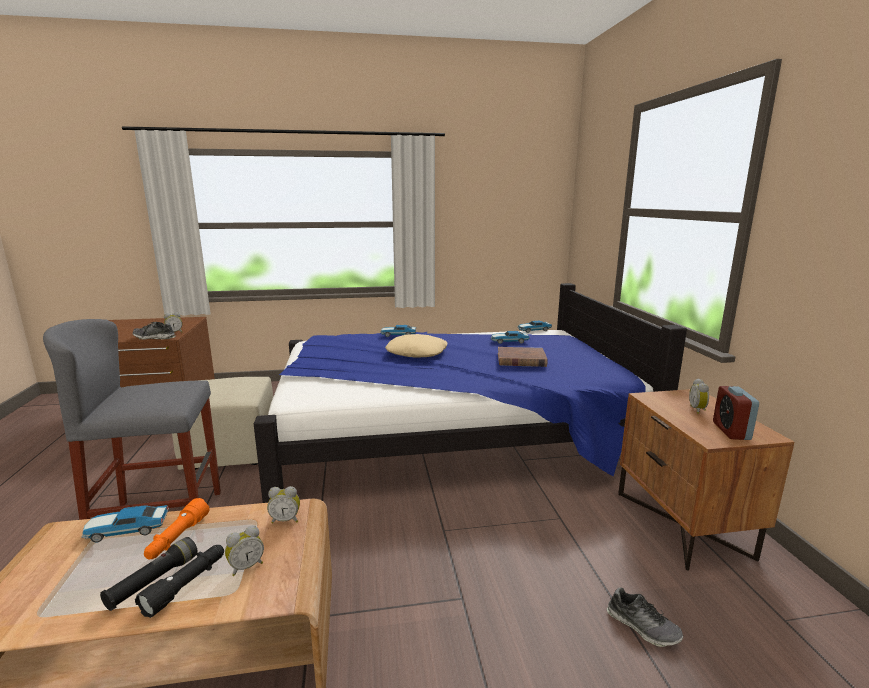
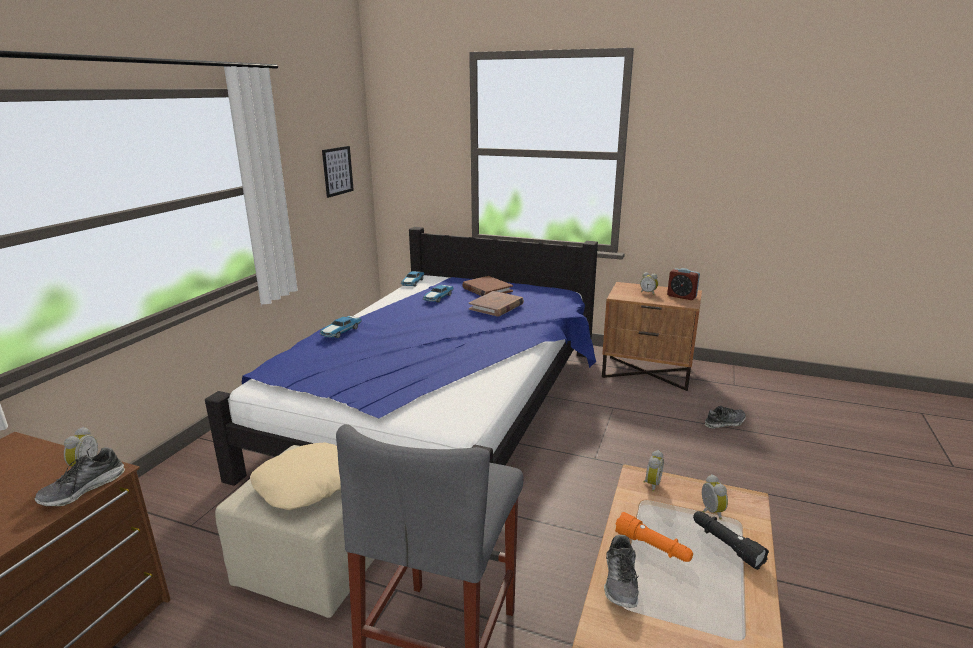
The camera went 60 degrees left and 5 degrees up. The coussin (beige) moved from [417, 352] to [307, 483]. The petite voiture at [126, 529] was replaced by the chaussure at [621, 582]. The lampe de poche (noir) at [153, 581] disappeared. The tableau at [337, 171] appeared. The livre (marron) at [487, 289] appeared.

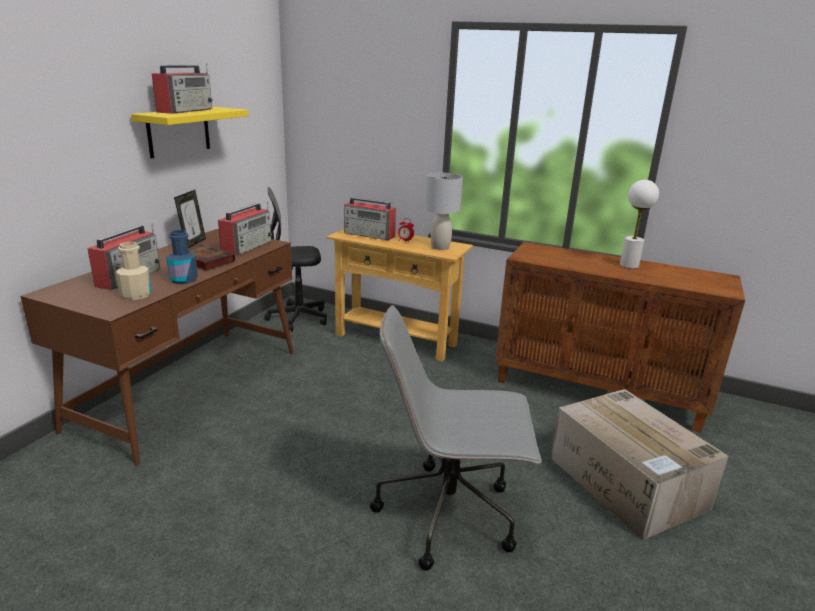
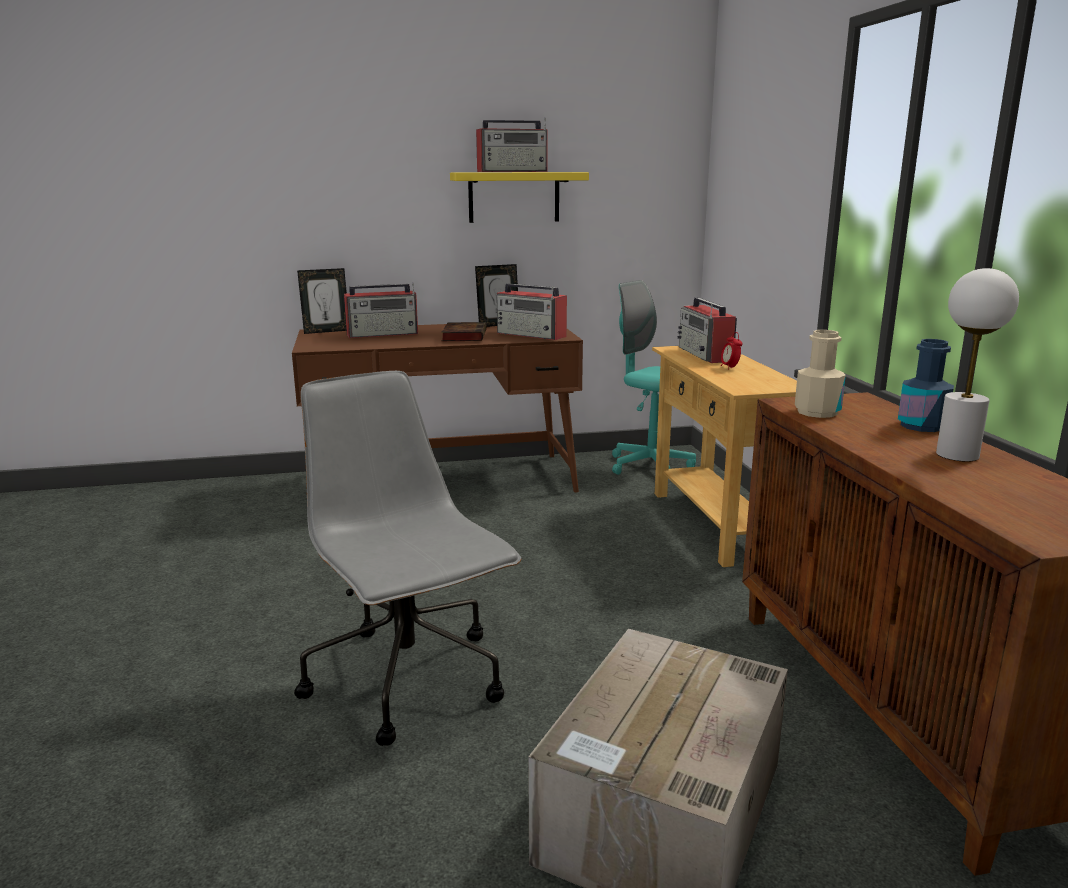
The camera went 55 degrees right and 5 degrees down. The lampe de table (gris) at [440, 247] disappeared. The chaise de bureau (noir) at [298, 318] became the chaise de bureau (turquoise) at [649, 466]. The radio at [247, 247] turned 45 degrees clockwise. The bouteille (bleu) moved from [183, 280] to [921, 426]. The bouteille (beige) moved from [136, 295] to [817, 412]. The cadre photo at [326, 331] appeared.

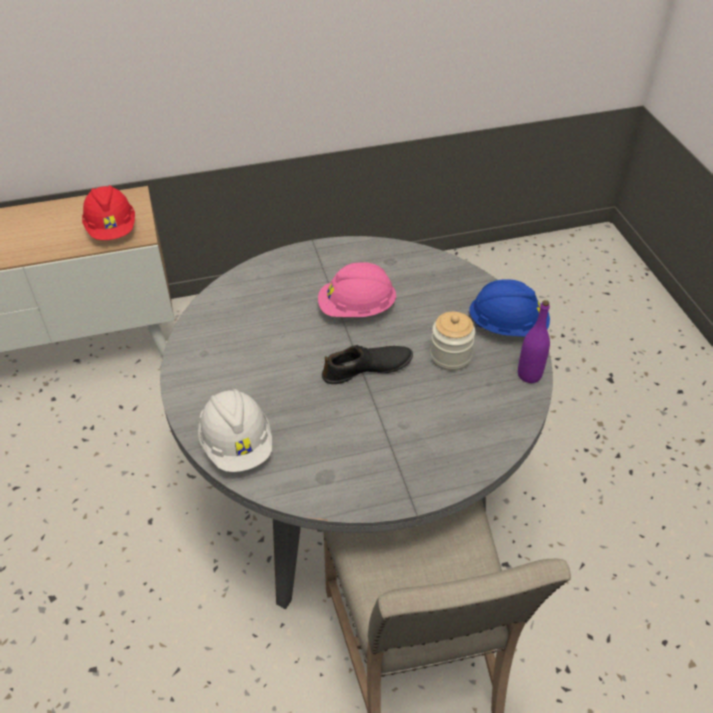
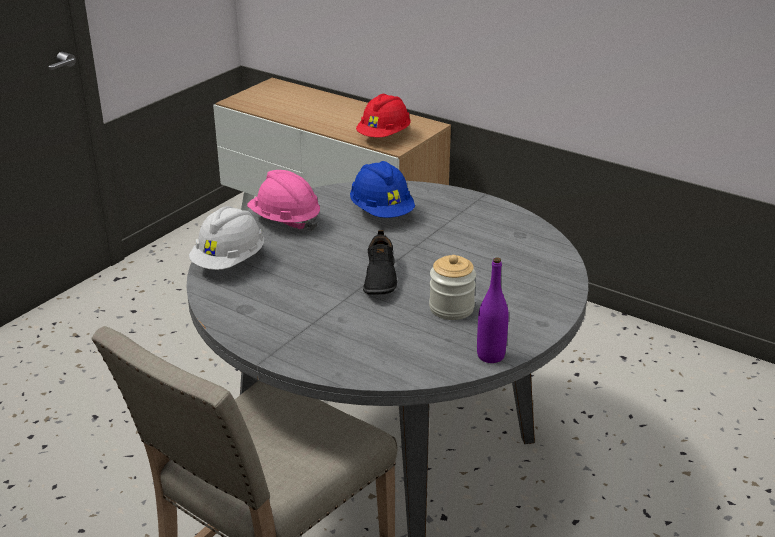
The camera went 50 degrees right and 15 degrees down. The casque de chantier (rose) moved from [357, 309] to [285, 221]. The casque de chantier (bleu) moved from [507, 326] to [382, 212]. The chaussure (noir) at [367, 369] turned 60 degrees clockwise.

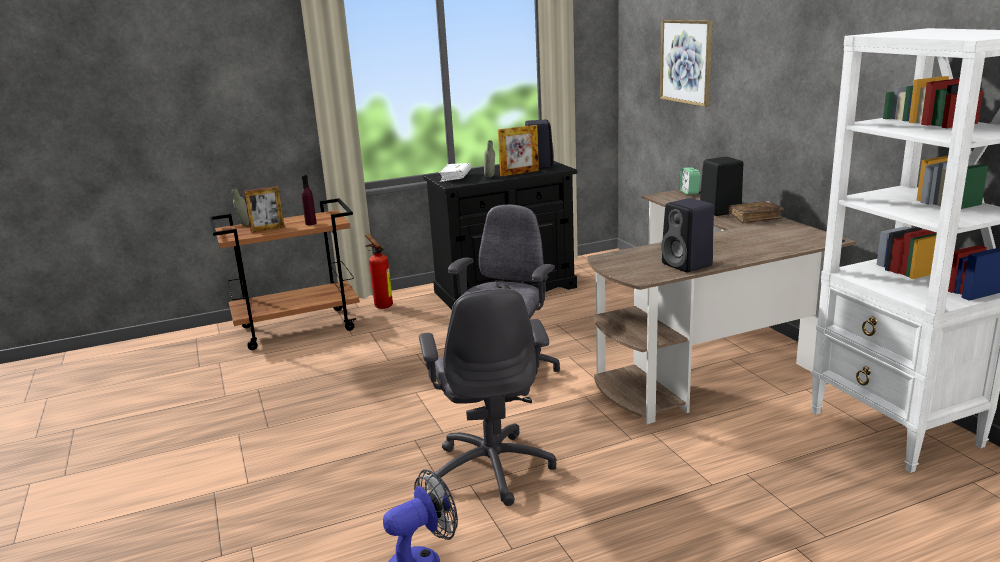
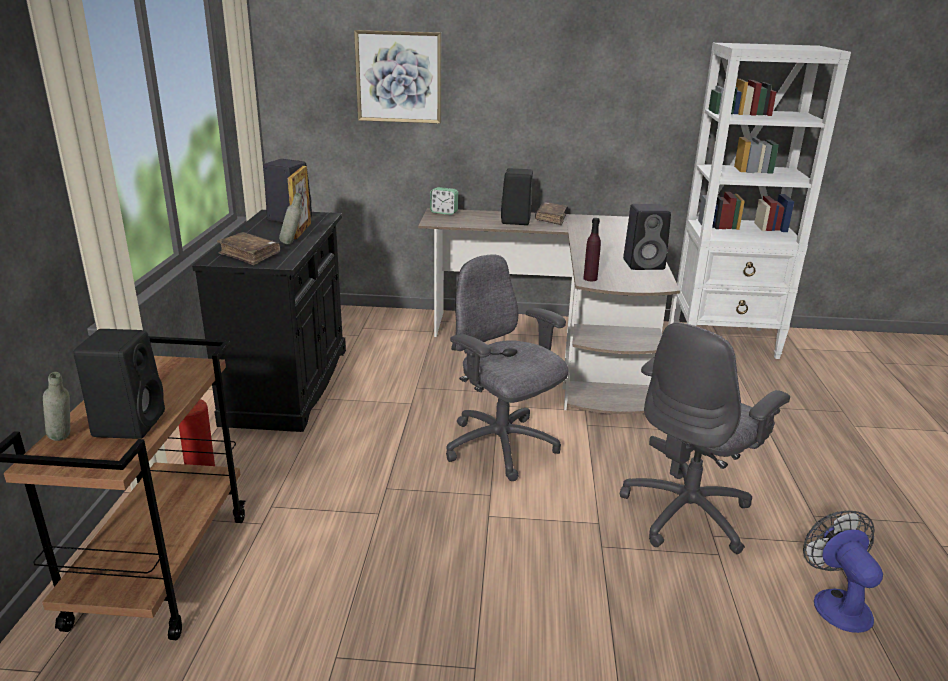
The camera went 65 degrees left and 5 degrees up. The livre (blanc) at [455, 177] became the livre (marron) at [249, 255]. The bouteille (violet) moved from [311, 223] to [590, 279]. The cadre photo at [267, 229] was replaced by the enceinte (noir) at [130, 423]. The chaise de bureau (gris) at [492, 468] turned 120 degrees clockwise.

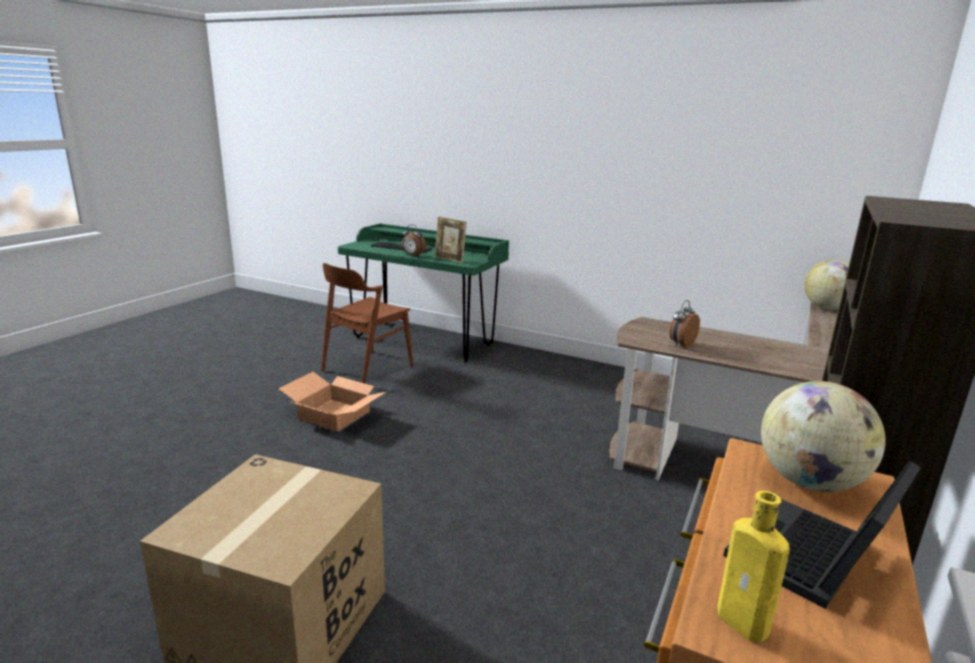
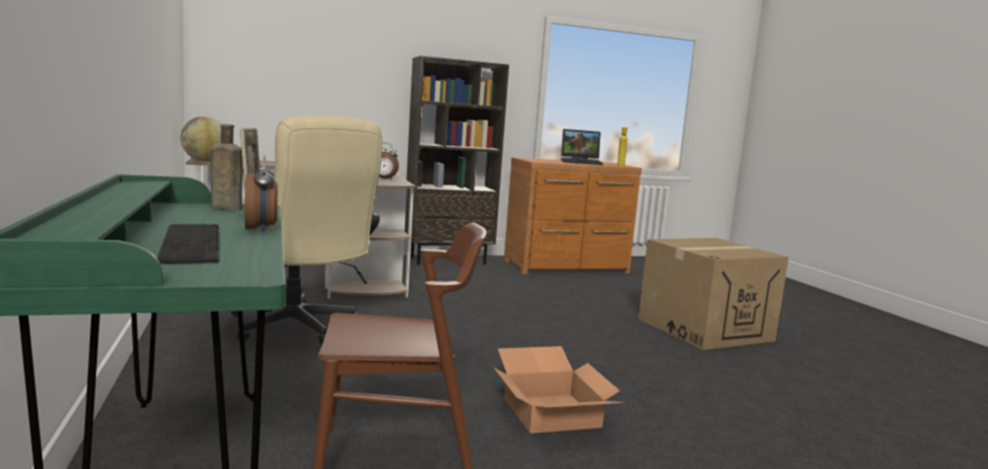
The camera went 135 degrees left and 10 degrees down. The globe at [809, 482] disappeared. The chaise de bureau (beige) at [299, 329] appeared. The bouteille (marron) at [224, 208] appeared.

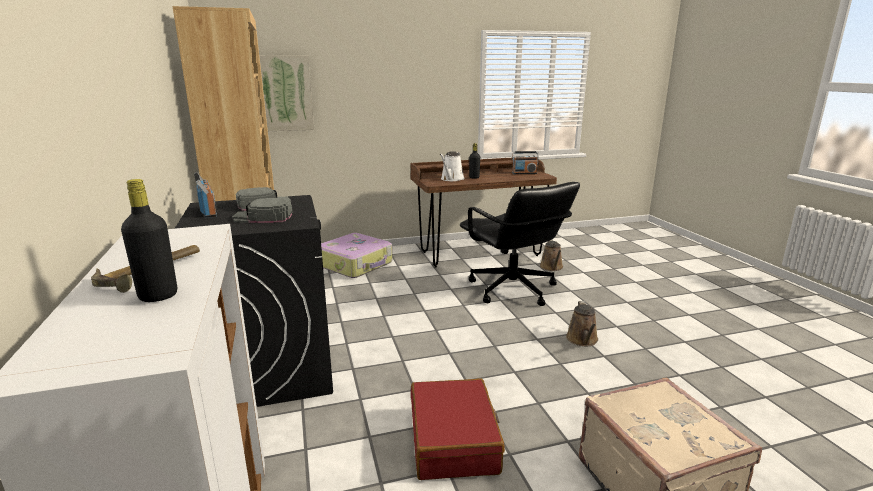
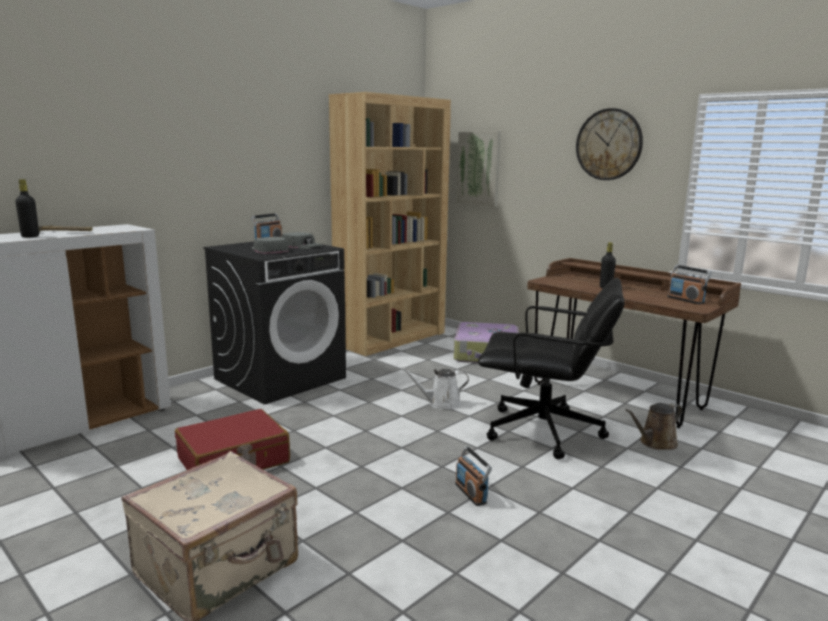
The camera went 60 degrees right and 5 degrees down. The arrosoir (blanc) moved from [451, 179] to [441, 404]. The chaise de bureau (noir) at [512, 290] turned 105 degrees counterclockwise. The arrosoir (marron) at [582, 340] was replaced by the radio at [471, 493]. The horloge murale at [609, 144] appeared.

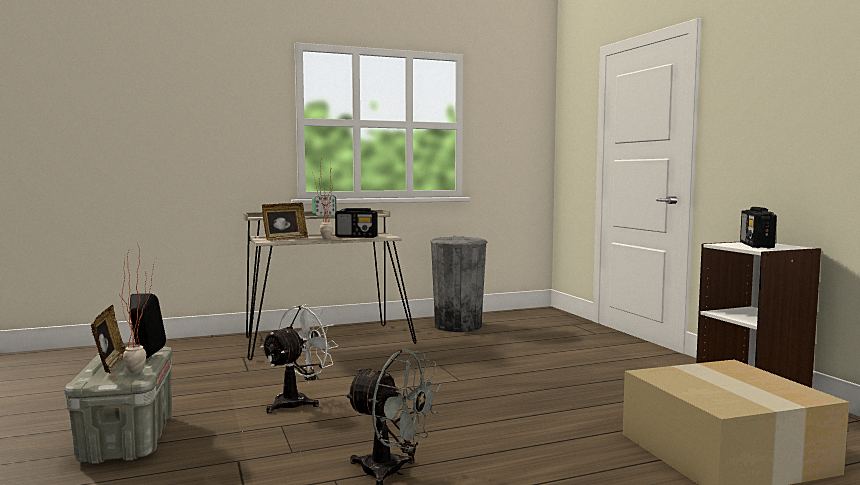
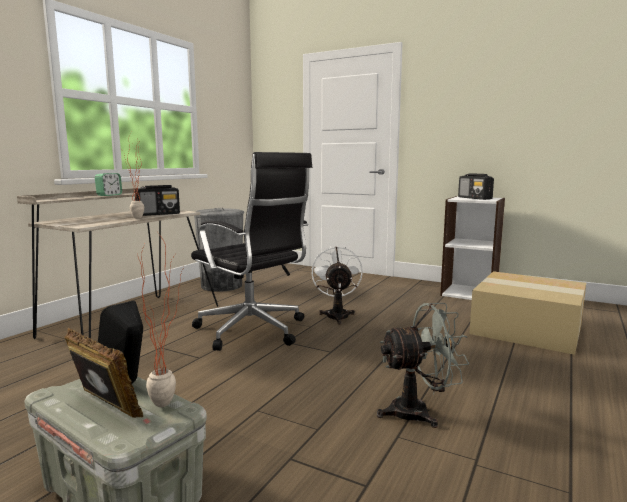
The camera went 40 degrees left and 5 degrees up. The cadre photo at [285, 239] disappeared. The ventilateur (blanc) moved from [297, 402] to [337, 315]. The chaise de bureau (noir) at [253, 331] appeared.

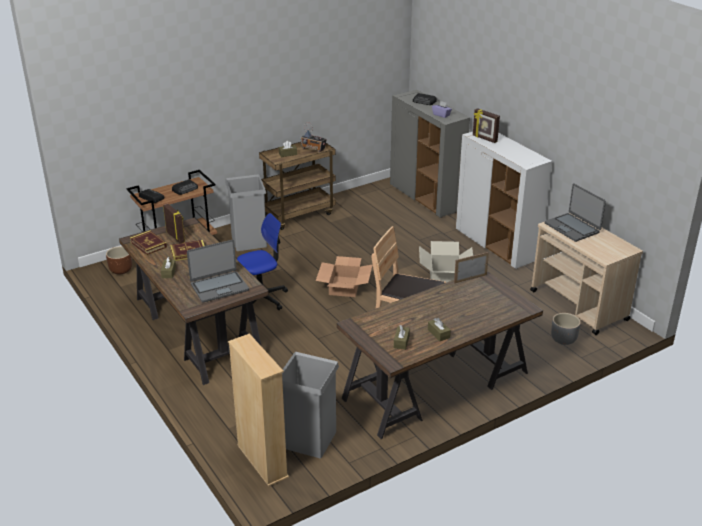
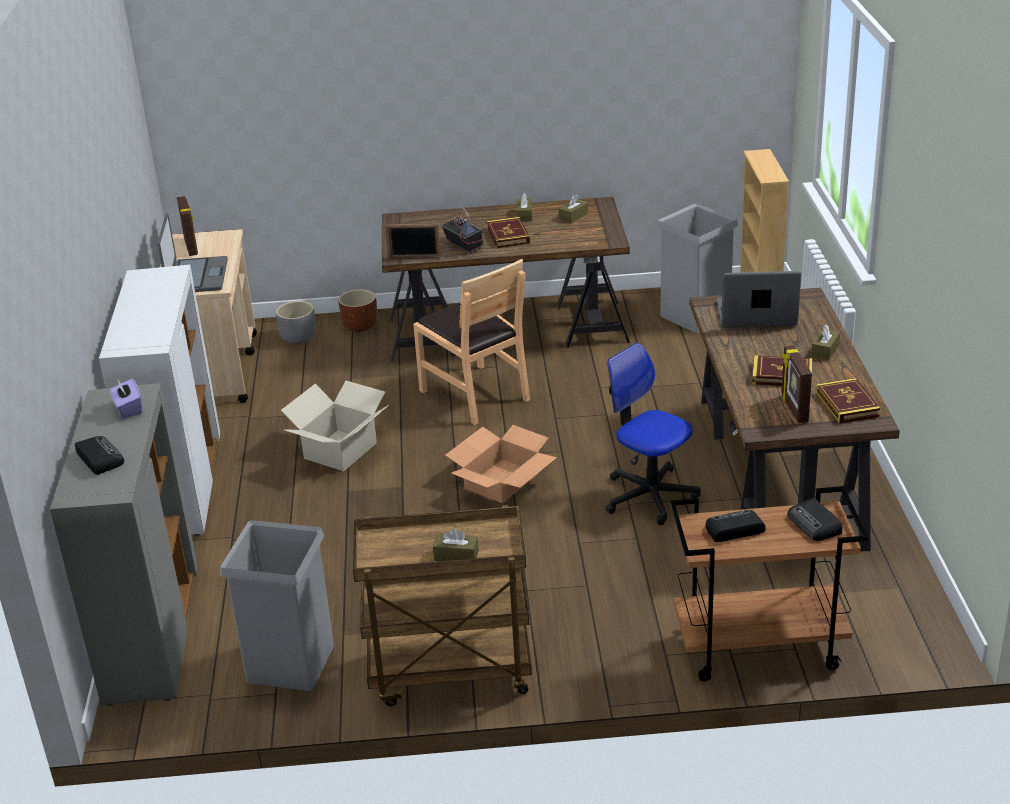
The camera went 150 degrees left and 0 degrees up. The cadre photo moved from [484, 139] to [191, 246]. The radio moved from [313, 149] to [464, 246]. The poubelle (gris) moved from [248, 241] to [291, 663]. The chaise de bureau at [262, 298] turned 45 degrees clockwise. The cache-pot (marron) moved from [121, 270] to [360, 327]. The livre at [508, 236] appeared.

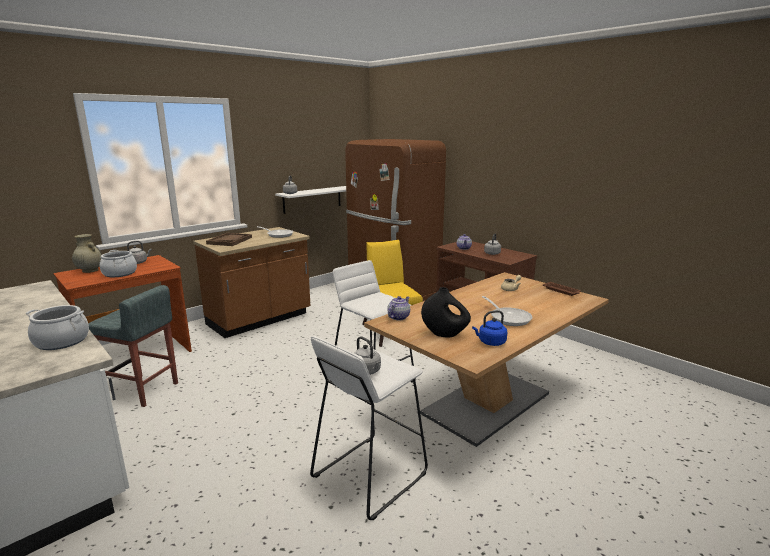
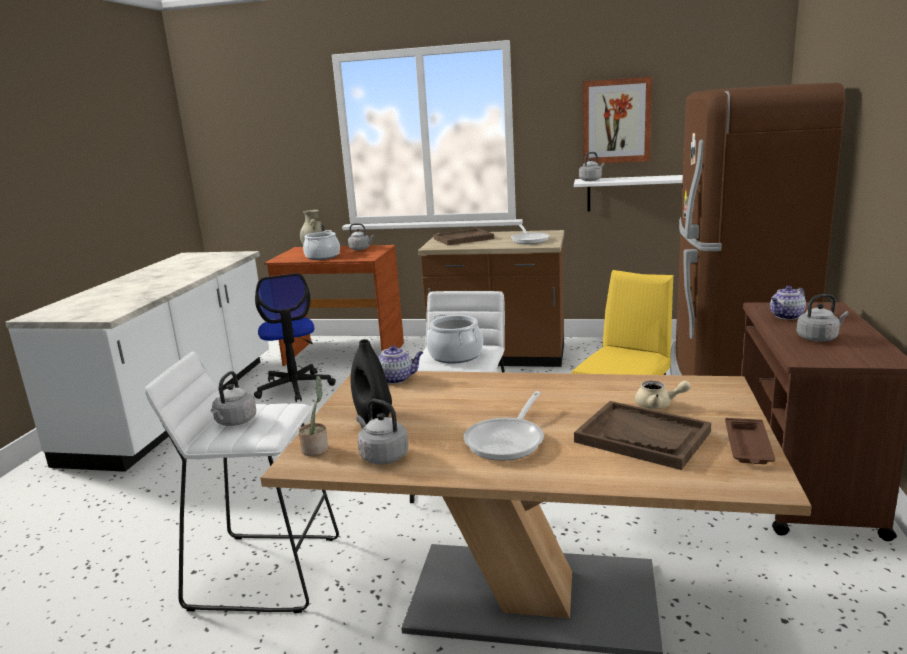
The camera went 55 degrees right and 0 degrees up. The tabouret (gris) at [142, 390] was replaced by the chaise de bureau at [295, 387]. The marmite moved from [62, 341] to [455, 355]. The bouilloire (bleu) at [490, 342] became the bouilloire (gris) at [382, 456]. The tableau at [616, 121] appeared. The plante en pot at [316, 449] appeared. The plateau (marron) at [642, 437] appeared.

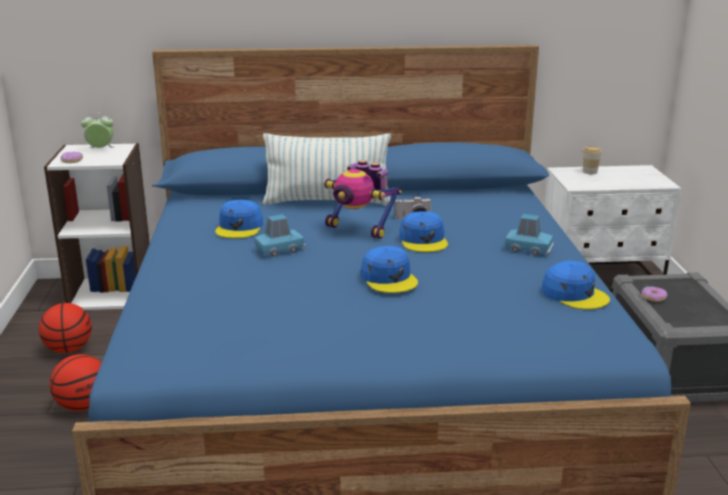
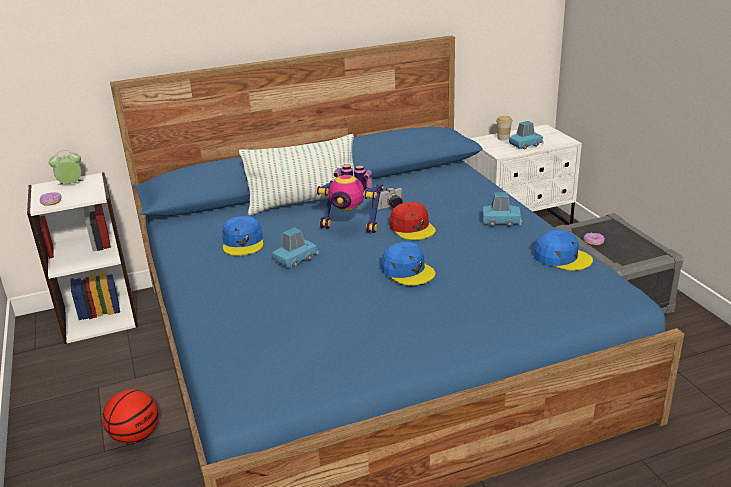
The camera went 15 degrees left and 5 degrees up. The casquette (bleu) at [423, 240] became the casquette (rouge) at [412, 228]. The ballon de basket at [68, 349] disappeared. The petite voiture (bleu) at [525, 145] appeared.

